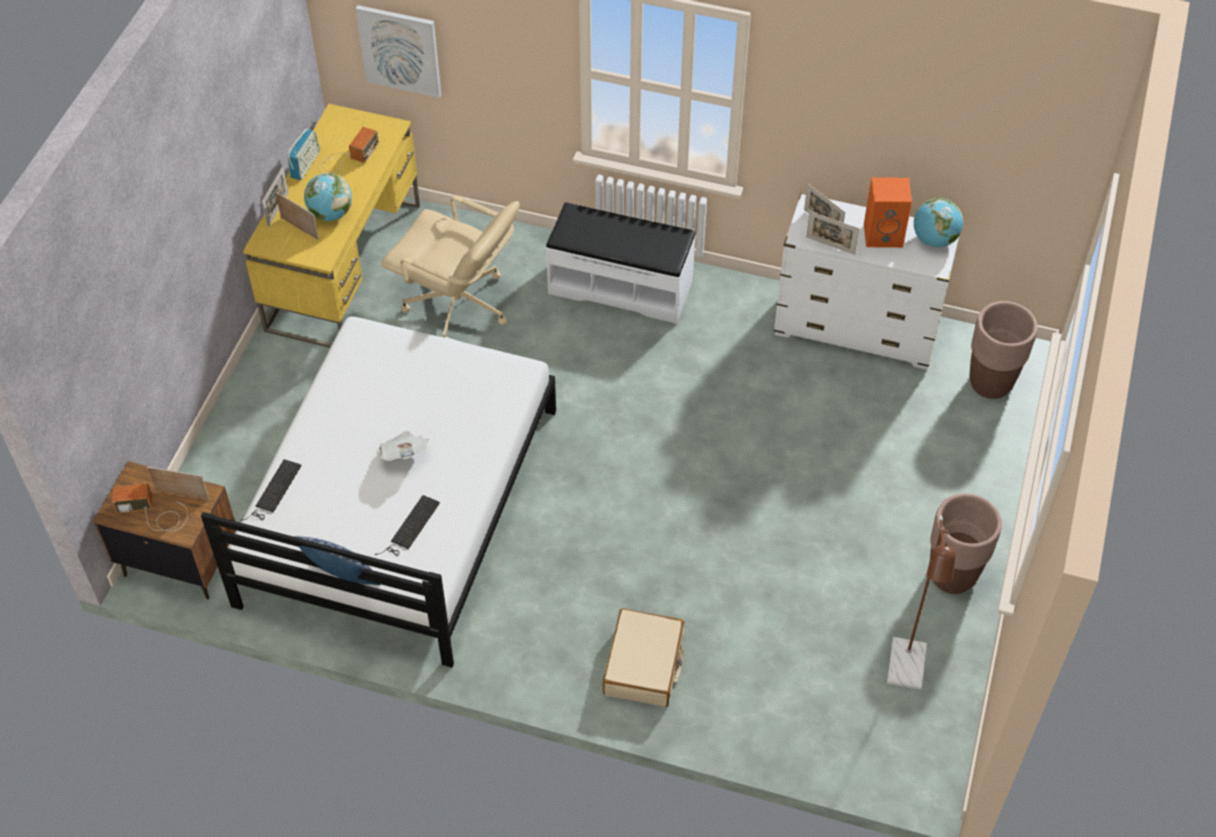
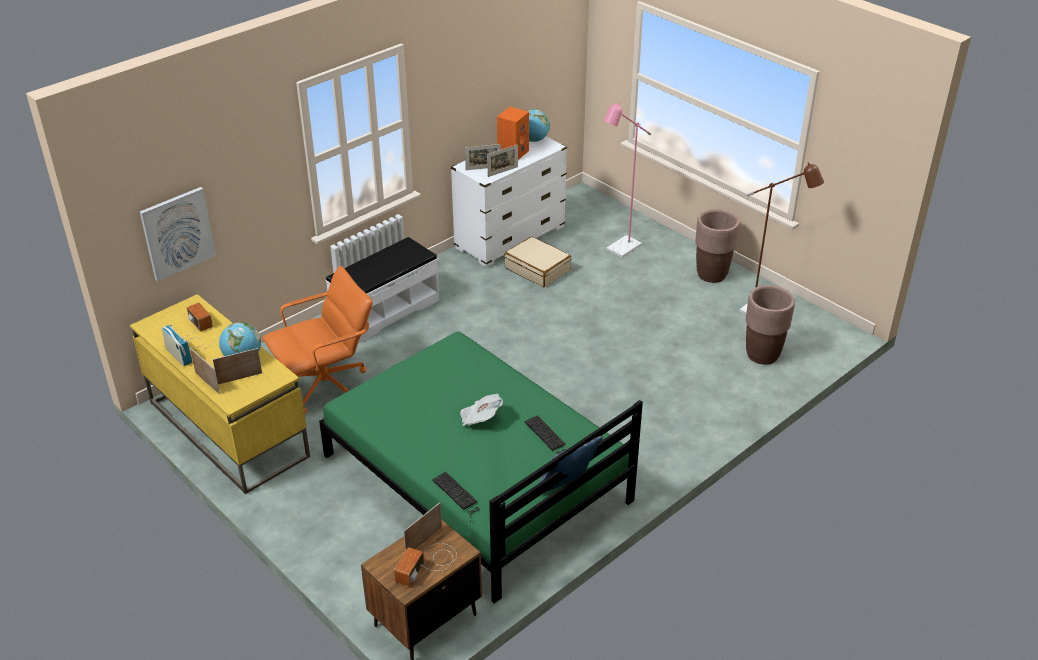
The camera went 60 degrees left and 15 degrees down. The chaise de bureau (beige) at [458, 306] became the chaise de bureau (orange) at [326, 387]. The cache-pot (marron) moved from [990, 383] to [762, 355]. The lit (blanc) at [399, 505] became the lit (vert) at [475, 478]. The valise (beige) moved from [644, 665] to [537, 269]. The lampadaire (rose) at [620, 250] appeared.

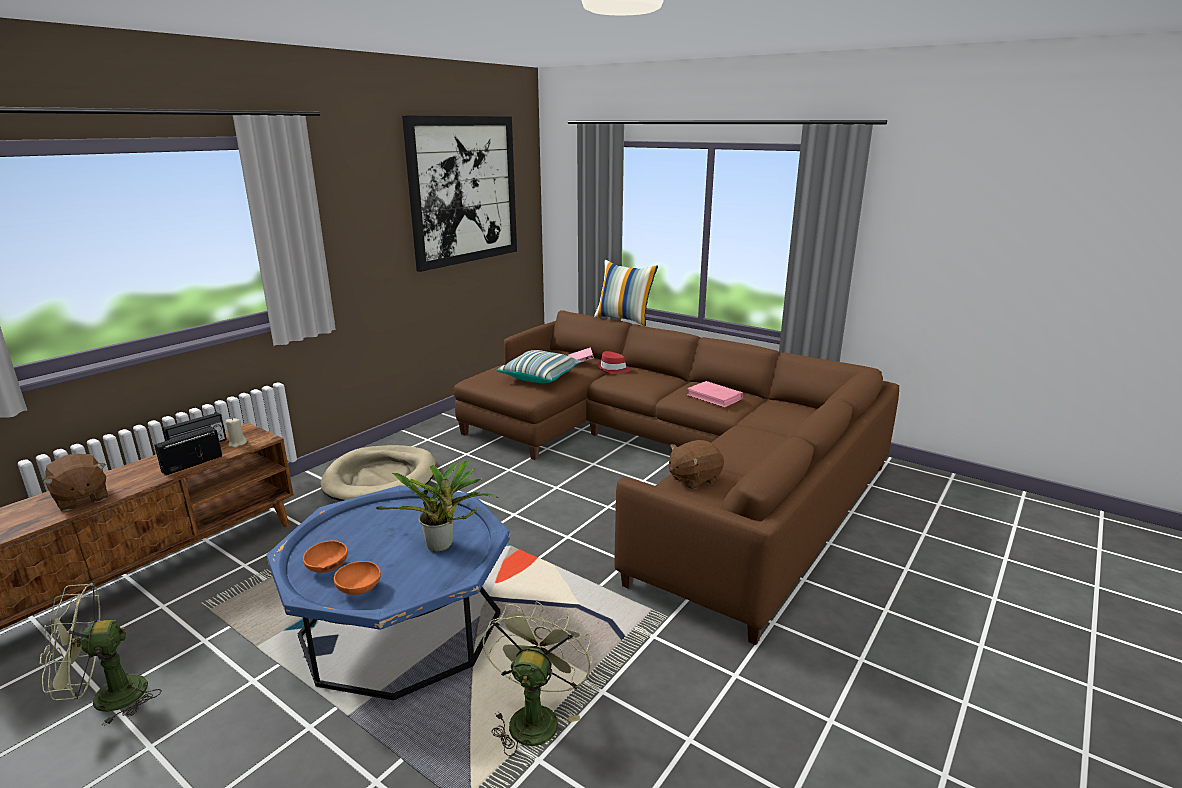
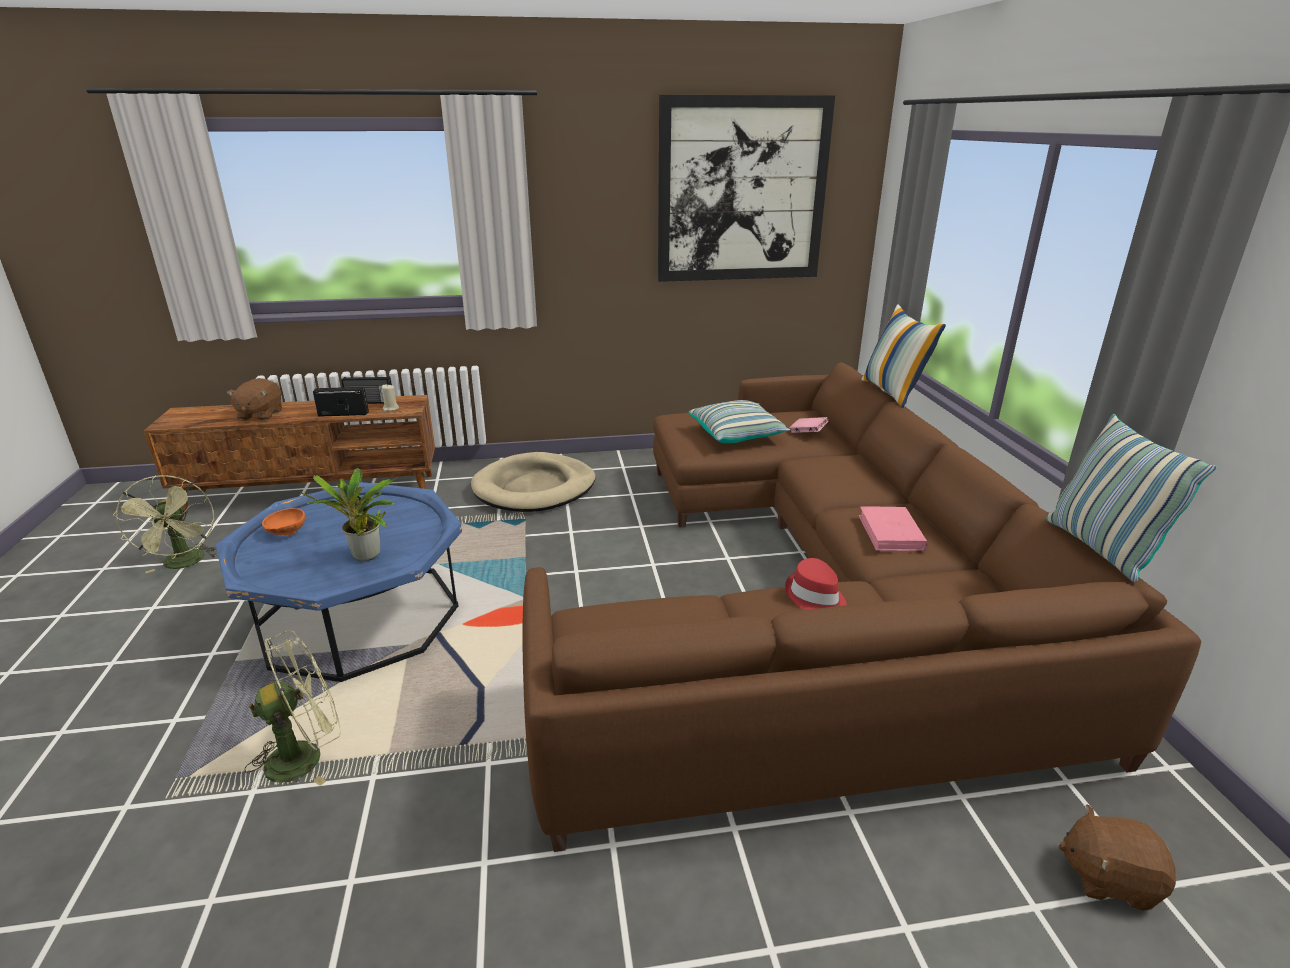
The camera went 45 degrees right and 5 degrees up. The chapeau (rouge) moved from [613, 369] to [815, 597]. The peluche (marron) moved from [693, 479] to [1108, 878]. The bol (orange) at [359, 590] disappeared. The ventilateur (vert) at [106, 699] turned 135 degrees counterclockwise. The coussin at [1100, 548] appeared.

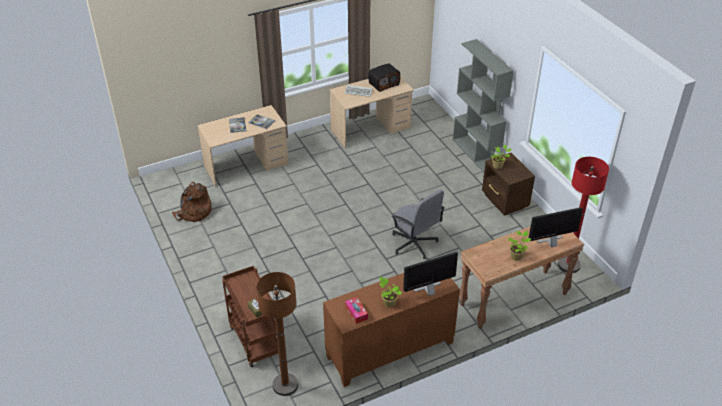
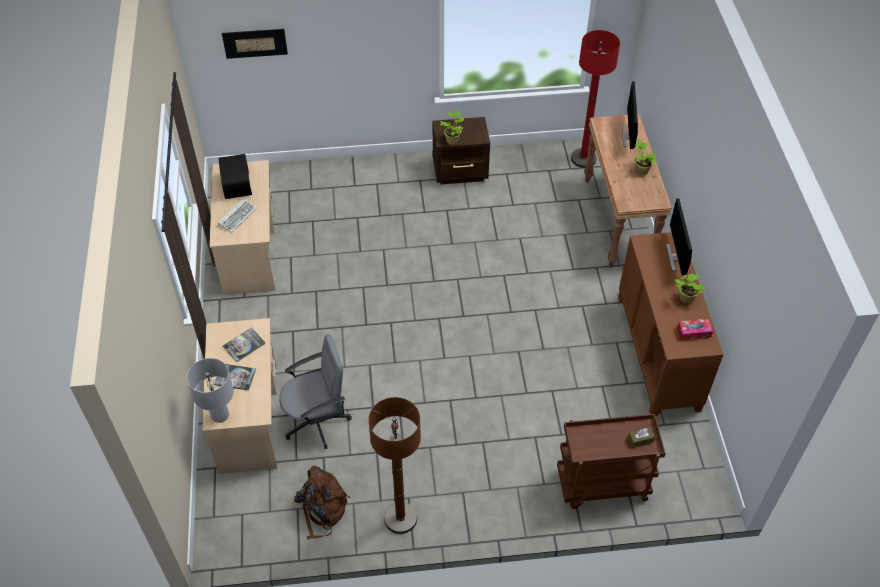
The camera went 70 degrees left and 10 degrees up. The bibliothèque (gris) at [476, 154] disappeared. The chaise de bureau (gris) moved from [414, 243] to [317, 420]. The lampadaire (marron) moved from [285, 385] to [400, 518]. The tableau at [255, 43] appeared. The lampe de table (gris) at [220, 416] appeared.

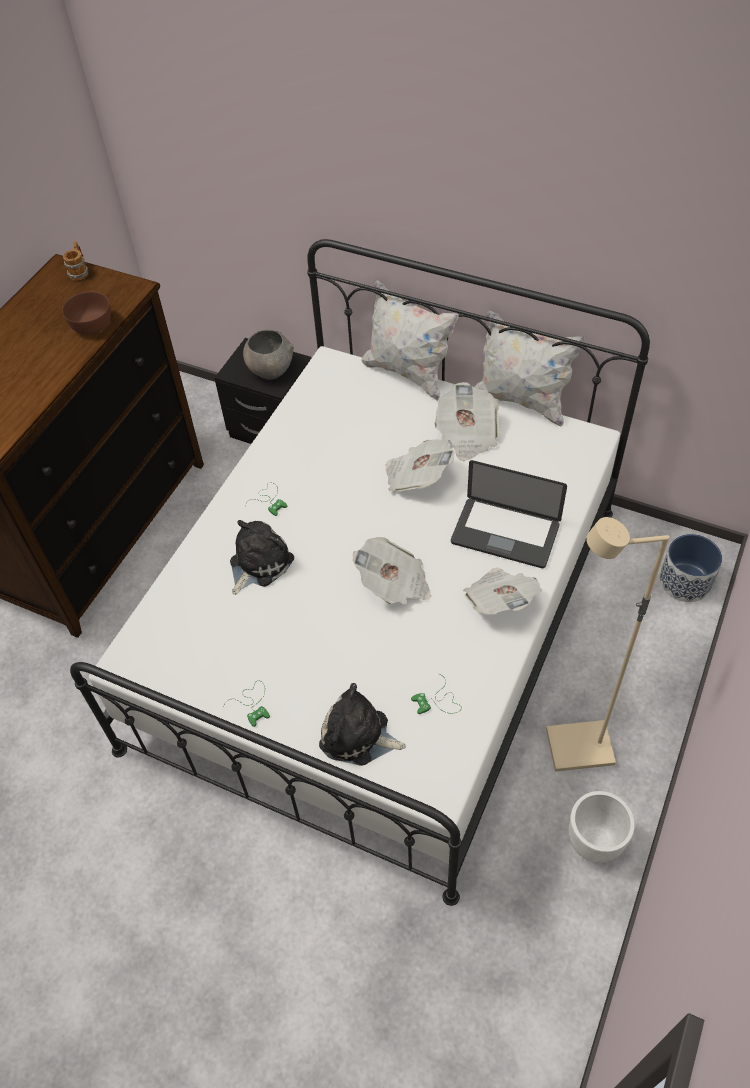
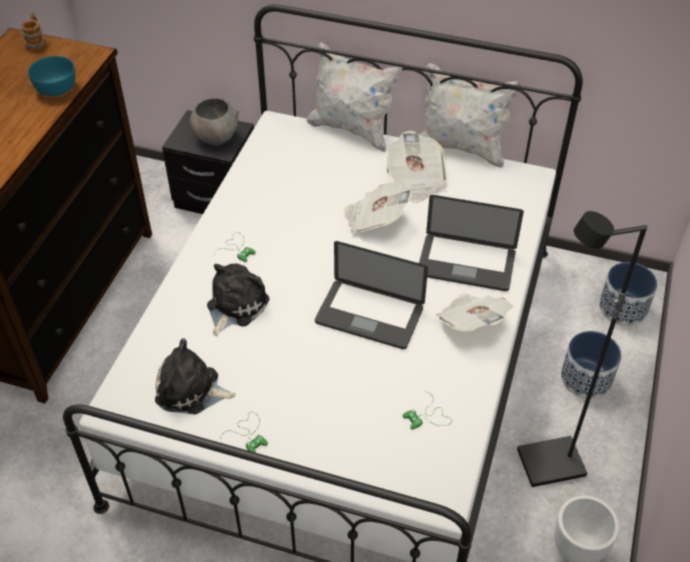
The camera went 10 degrees left and 5 degrees down. The bol (marron) at [92, 325] became the bol (turquoise) at [56, 88]. The lampadaire (beige) at [579, 749] became the lampadaire (noir) at [550, 465]. The journal at [394, 584] was replaced by the ordinateur portable at [369, 315]. The peluche moved from [358, 736] to [191, 390]. The cache-pot at [586, 379] appeared.

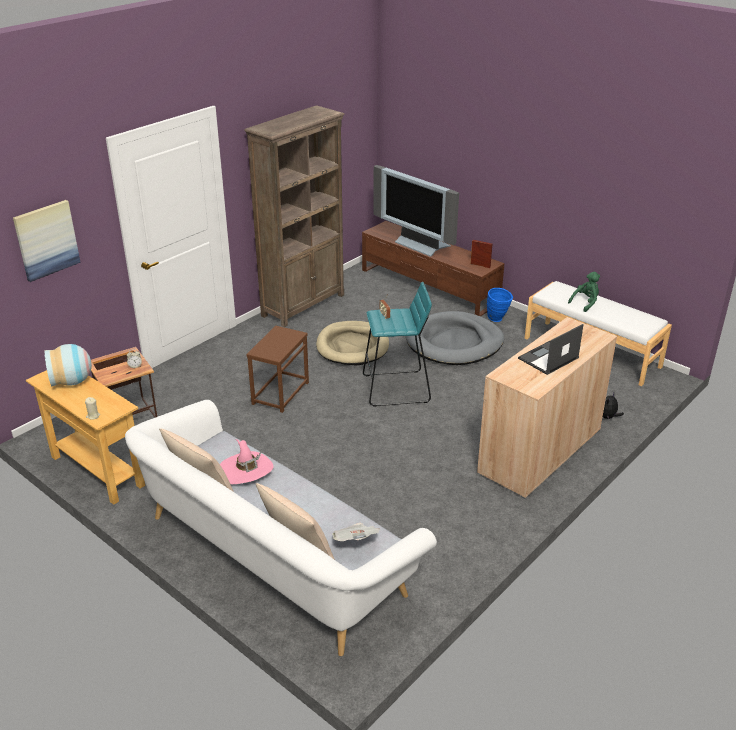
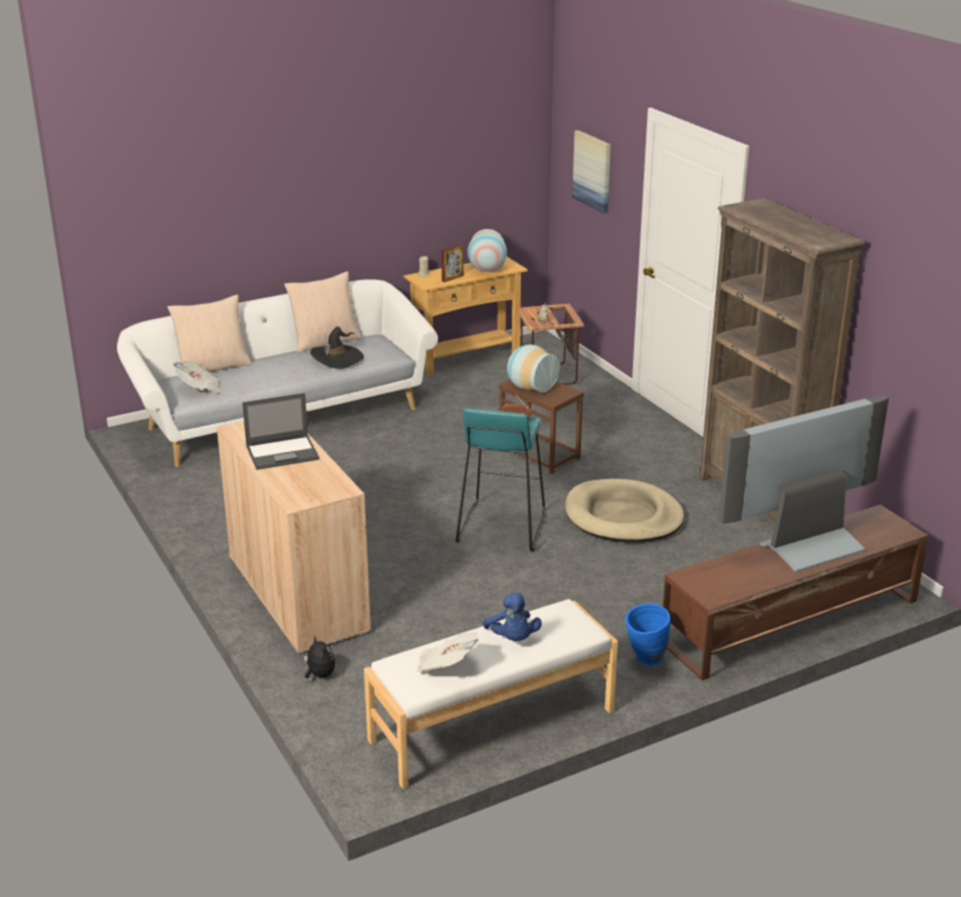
The camera went 110 degrees right and 5 degrees down. The cadre photo moved from [480, 265] to [452, 278]. The peluche (vert) at [585, 303] became the peluche (bleu) at [512, 638]. The panier pour chien (gris) at [454, 343] disappeared. The ordinateur portable at [548, 358] turned 90 degrees clockwise. The chapeau (rose) at [245, 470] became the chapeau (noir) at [337, 358]. The vase at [530, 387] appeared. The journal at [446, 666] appeared.

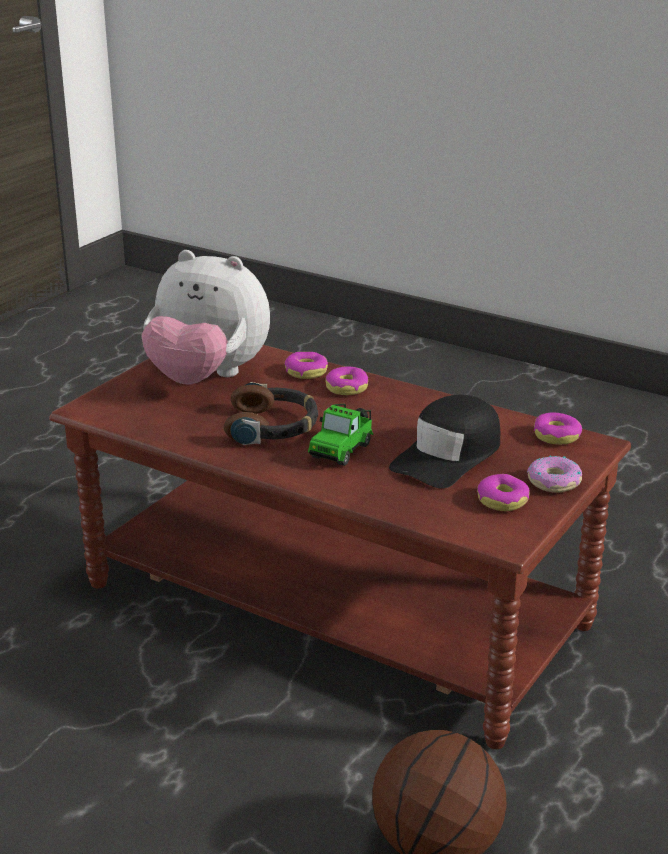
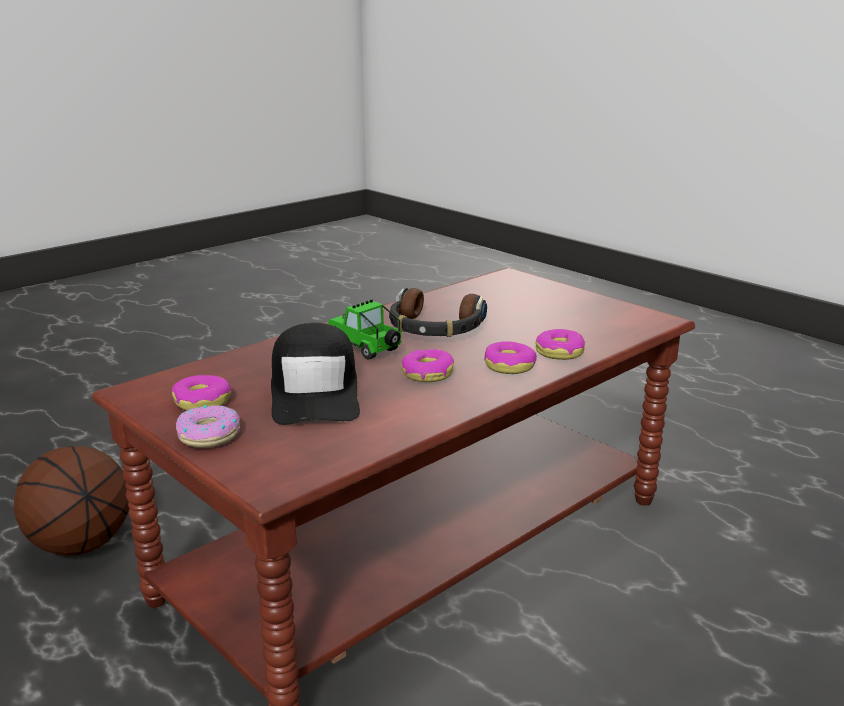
The camera went 105 degrees right and 5 degrees down. The peluche at [207, 378] disappeared. The casquette (noir) at [448, 456] turned 150 degrees counterclockwise. The beignet moved from [556, 436] to [427, 374].

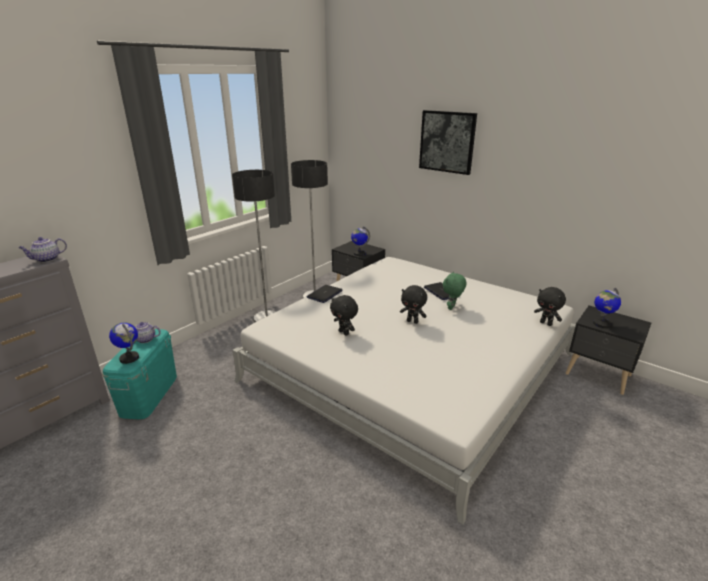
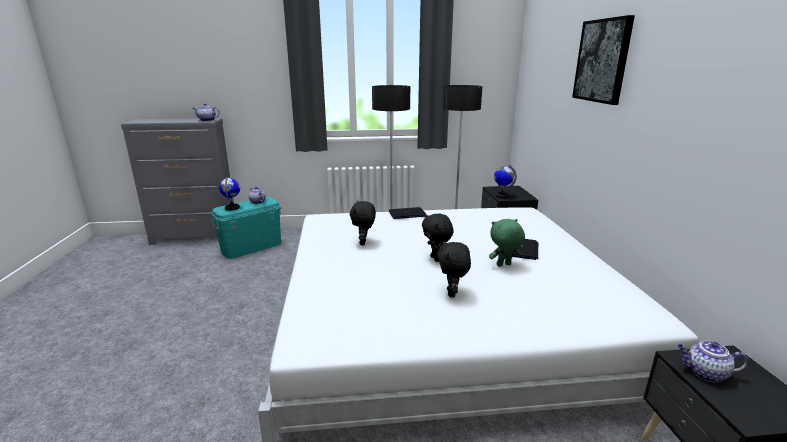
The camera went 45 degrees right and 5 degrees down. The peluche (noir) moved from [546, 323] to [452, 293]. The globe at [601, 324] was replaced by the théière at [705, 373].

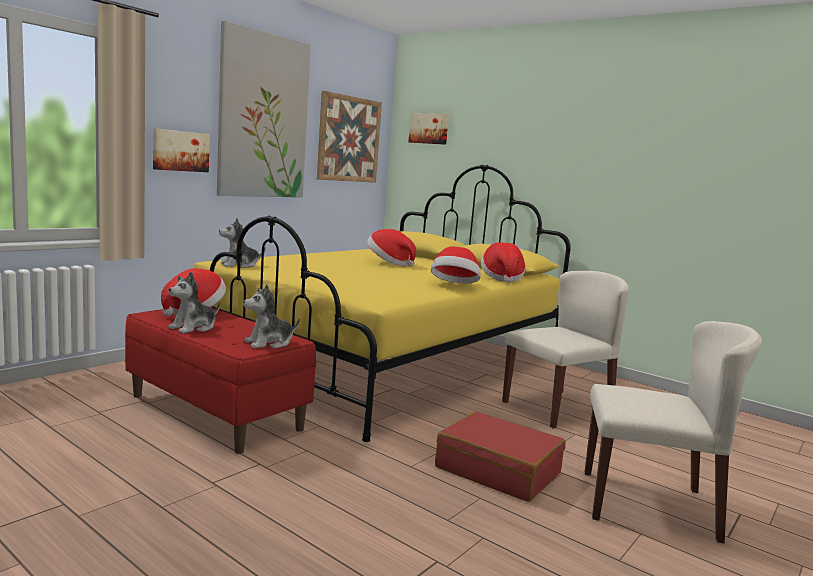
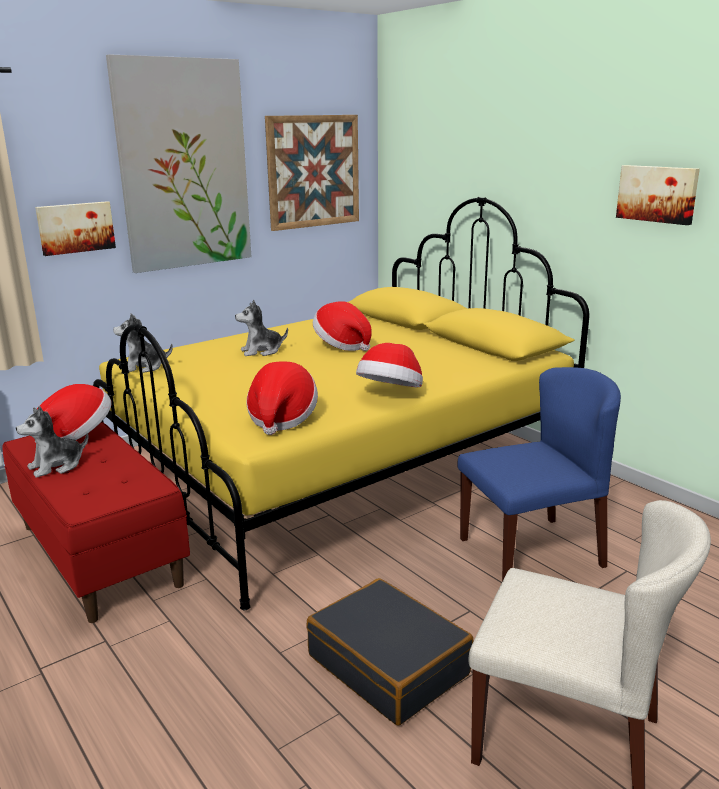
The camera went 15 degrees right and 10 degrees up. The tableau moved from [429, 128] to [657, 194]. The chapeau moved from [501, 278] to [282, 419]. The chaise (beige) at [557, 408] became the chaise (bleu) at [531, 551]. The peluche moved from [269, 343] to [261, 351]. The valise (rouge) at [498, 470] became the valise (noir) at [389, 665].

